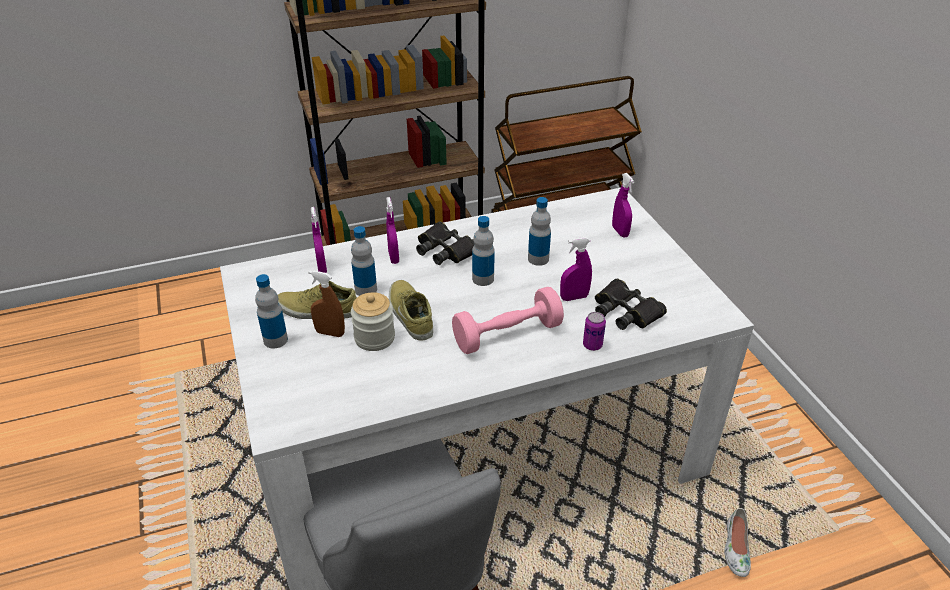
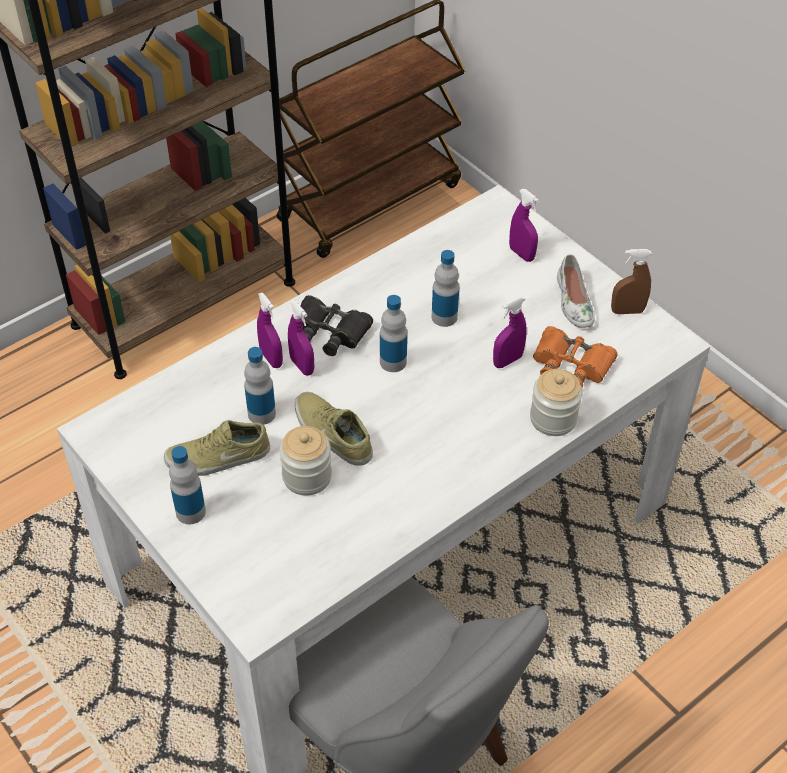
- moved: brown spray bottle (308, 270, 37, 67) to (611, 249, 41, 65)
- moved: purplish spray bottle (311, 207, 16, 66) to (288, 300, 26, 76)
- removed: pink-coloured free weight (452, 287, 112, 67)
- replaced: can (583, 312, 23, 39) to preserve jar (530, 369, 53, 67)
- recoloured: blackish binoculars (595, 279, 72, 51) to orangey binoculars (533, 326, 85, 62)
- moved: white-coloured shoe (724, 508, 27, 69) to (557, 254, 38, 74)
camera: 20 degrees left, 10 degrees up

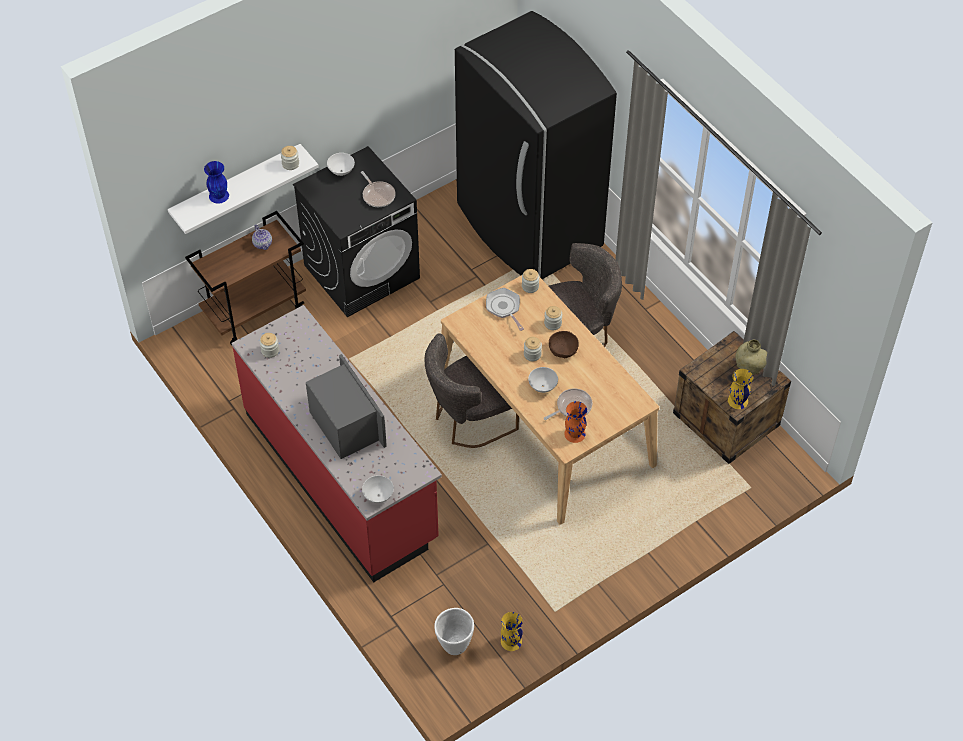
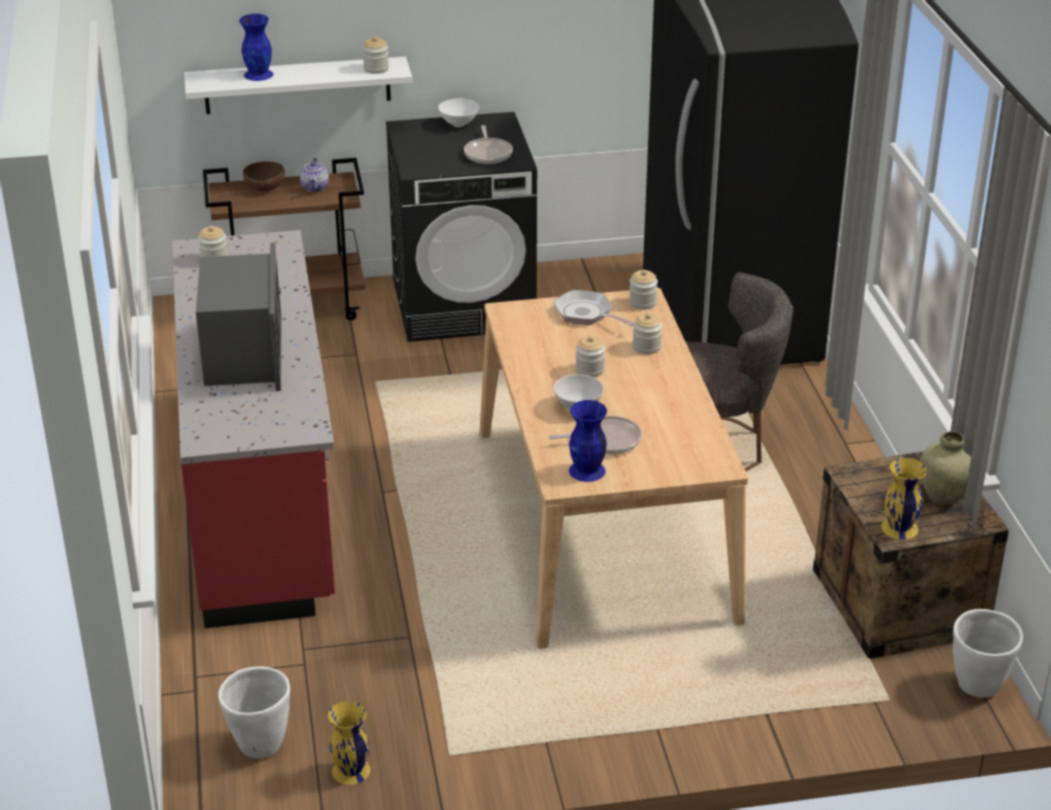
- removed: white-coloured deep dish (362, 475, 32, 28)
- removed: grey plain chair (424, 333, 95, 115)
- turned: frying pan (486, 288, 38, 43) = (553, 290, 81, 36) 45 degrees counterclockwise
- moved: brown deep dish (549, 331, 30, 27) to (243, 161, 42, 30)
- recoloured: orangey flower vase (564, 401, 23, 42) to bluish flower vase (569, 400, 38, 82)
- added: white-coloured plant pot (953, 609, 70, 89)
camera: 25 degrees right, 20 degrees down

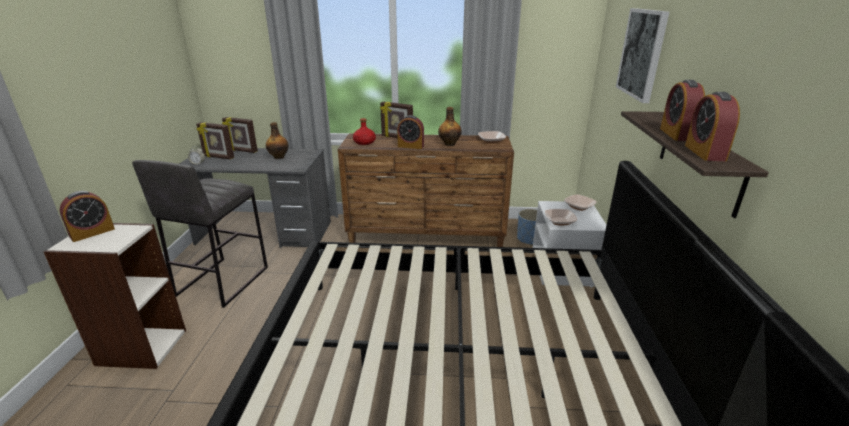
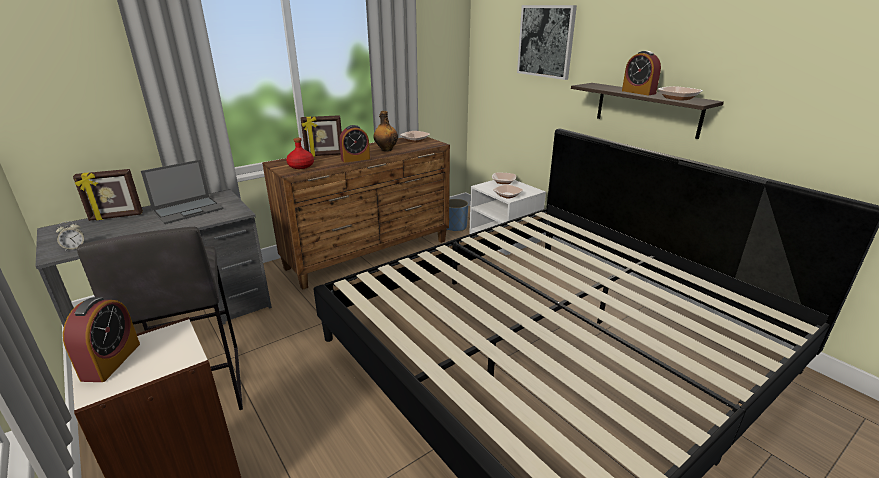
- removed: standing frame (196, 122, 38, 37)
- replaced: beverage bottle (266, 122, 23, 37) to notebook computer (141, 160, 83, 64)
- replaced: alarm clock (685, 92, 55, 69) to deep dish (658, 86, 45, 15)
camera: 40 degrees left, 0 degrees up

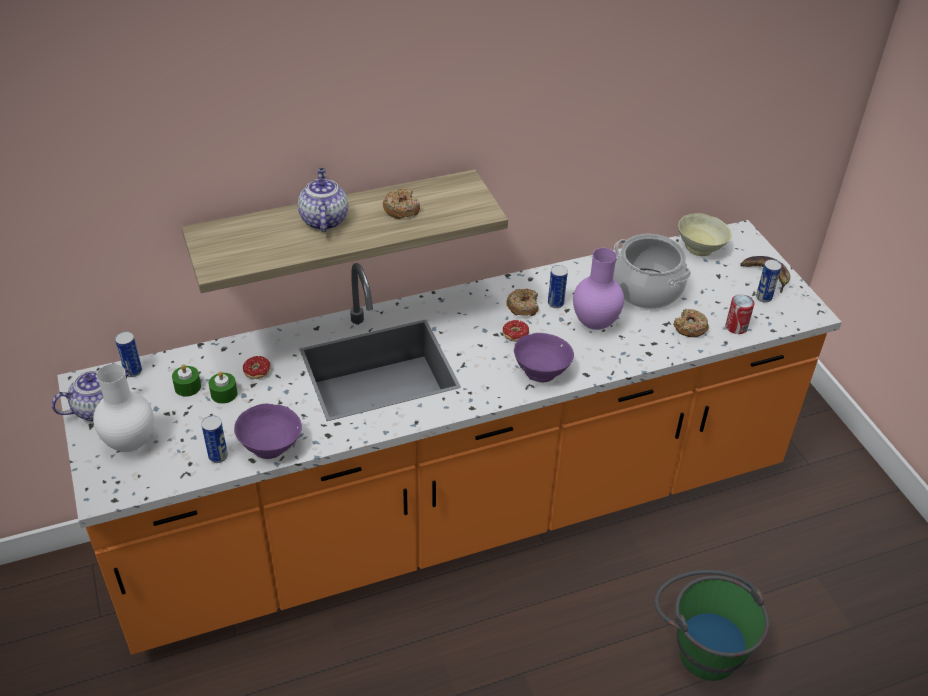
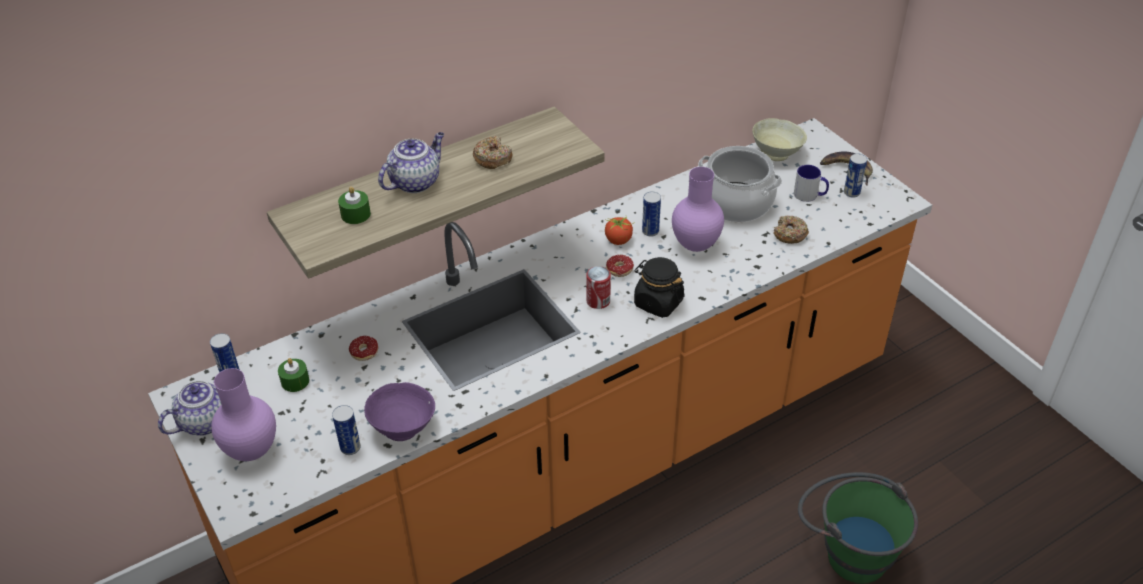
- recoloured: white-coloured flower vase (93, 364, 61, 88) to purplish flower vase (211, 368, 65, 93)
- moved: green-coloured wax candle (209, 371, 28, 33) to (338, 187, 33, 37)
- turned: tea pot (298, 168, 50, 64) = (378, 132, 66, 61) 60 degrees clockwise
- replaced: ring doughnut (506, 289, 33, 27) to tomato (605, 216, 28, 29)
- replaced: purplish deep dish (514, 333, 60, 49) to blackish preserve jar (634, 257, 51, 61)
- moved: can (725, 294, 29, 40) to (586, 266, 25, 43)
- added: mug (794, 165, 35, 37)
camera: 10 degrees left, 0 degrees up

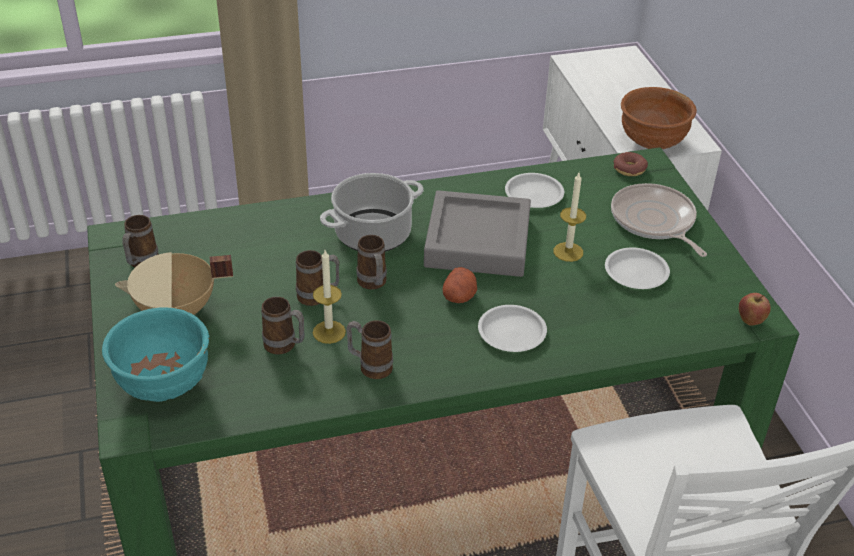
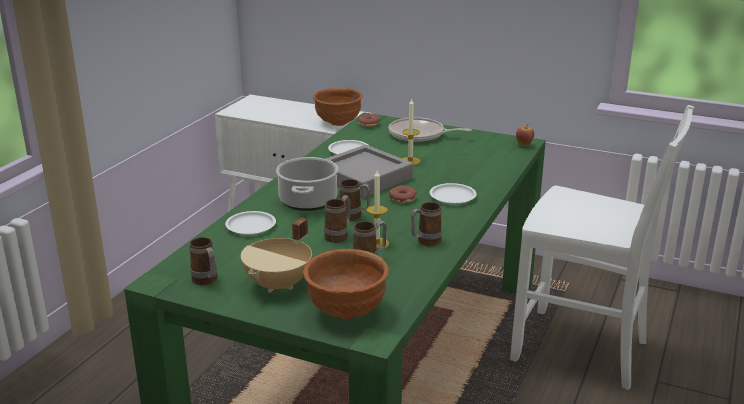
- recoloured: turquoise-coloured deep dish (102, 307, 107, 95) to brown deep dish (303, 249, 86, 70)
- replaced: potato (443, 267, 34, 36) to ring doughnut (389, 185, 28, 19)
- moved: white-coloured plate (605, 248, 65, 41) to (225, 211, 51, 24)
camera: 50 degrees left, 15 degrees down

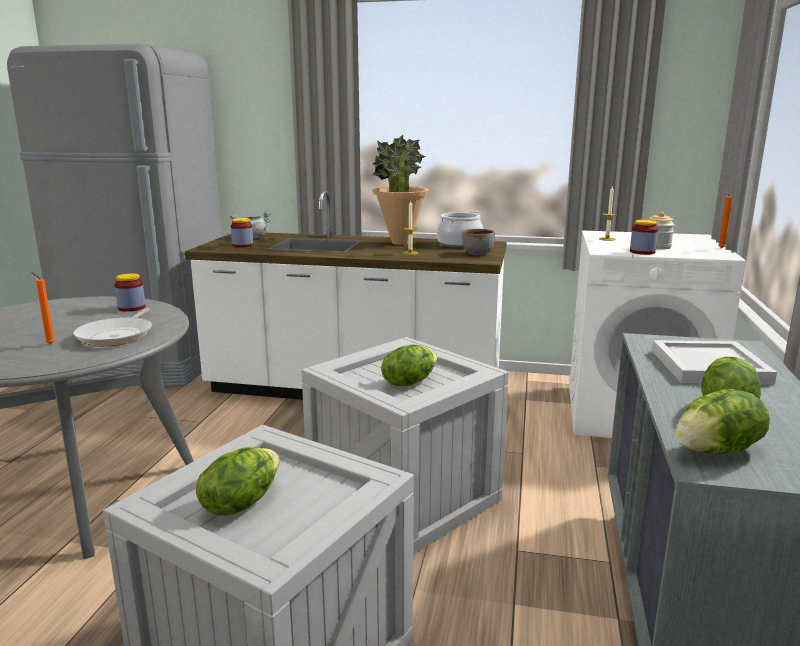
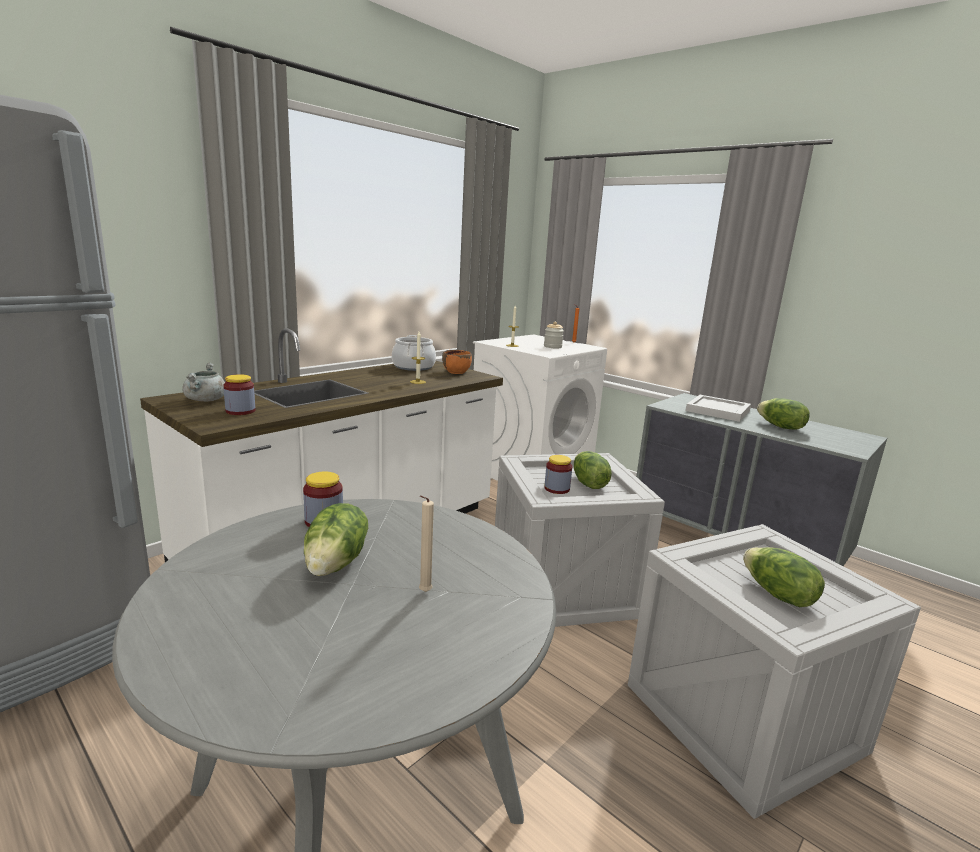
- recoloured: orangey wax candle (31, 272, 24, 72) to beige wax candle (419, 496, 15, 96)
- removed: frying pan (73, 308, 79, 38)
- removed: houseplant (372, 135, 57, 110)
- recoloured: grey deep dish (462, 229, 33, 26) to orangey deep dish (442, 350, 30, 24)
- moved: preserve jar (630, 220, 28, 35) to (544, 455, 28, 39)
- moved: head of lettuce (675, 389, 95, 65) to (304, 503, 64, 73)
camera: 60 degrees left, 0 degrees up

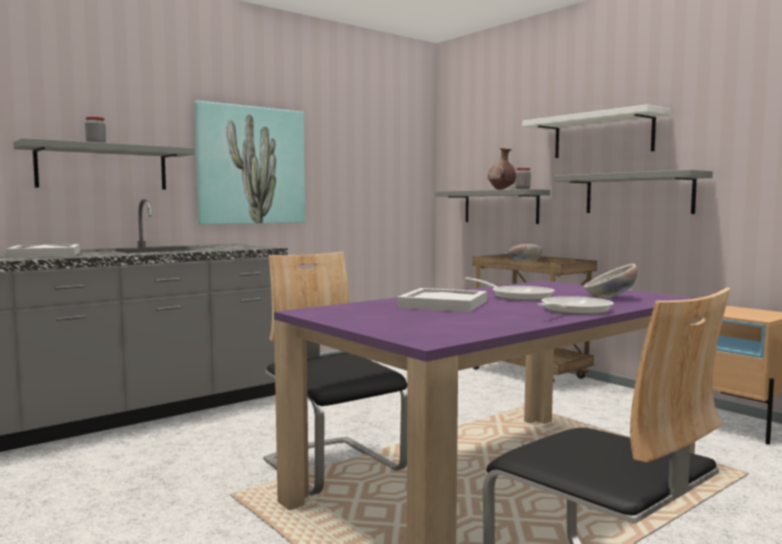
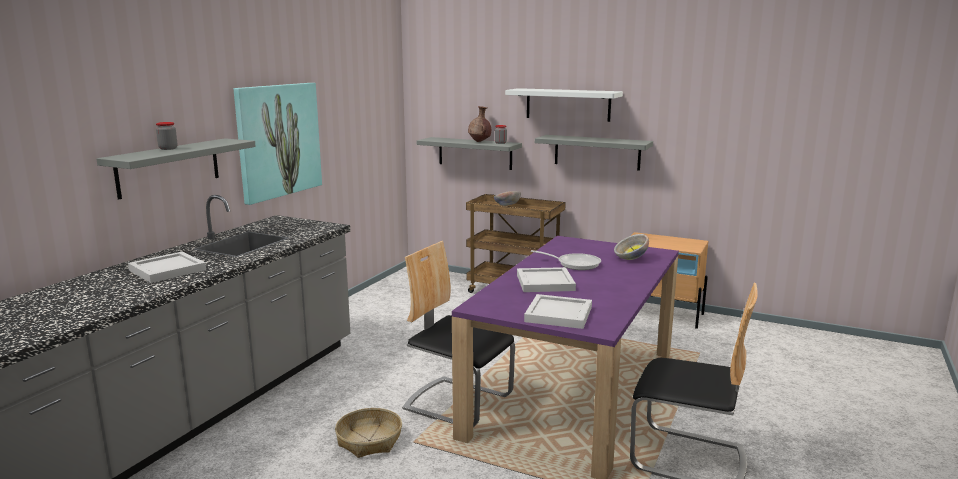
- removed: frying pan (537, 296, 77, 19)
- added: basket (335, 408, 67, 50)
- added: white-coloured carrying tray (524, 294, 68, 35)
camera: 25 degrees left, 10 degrees up

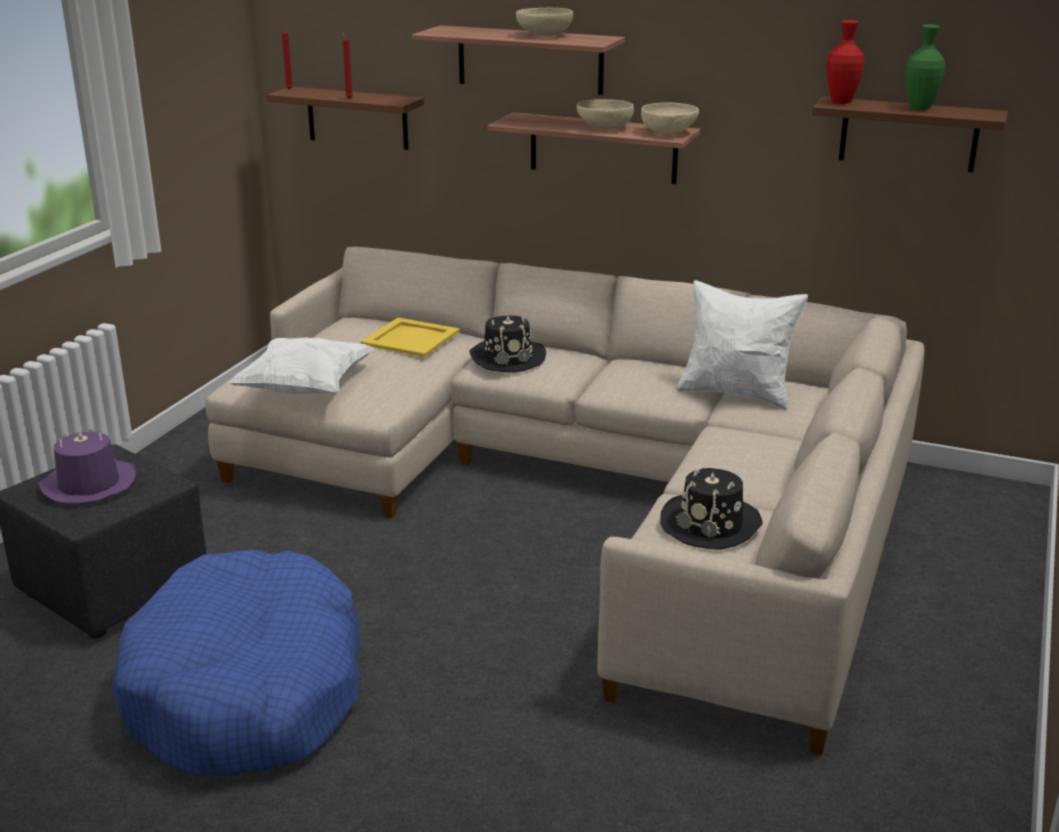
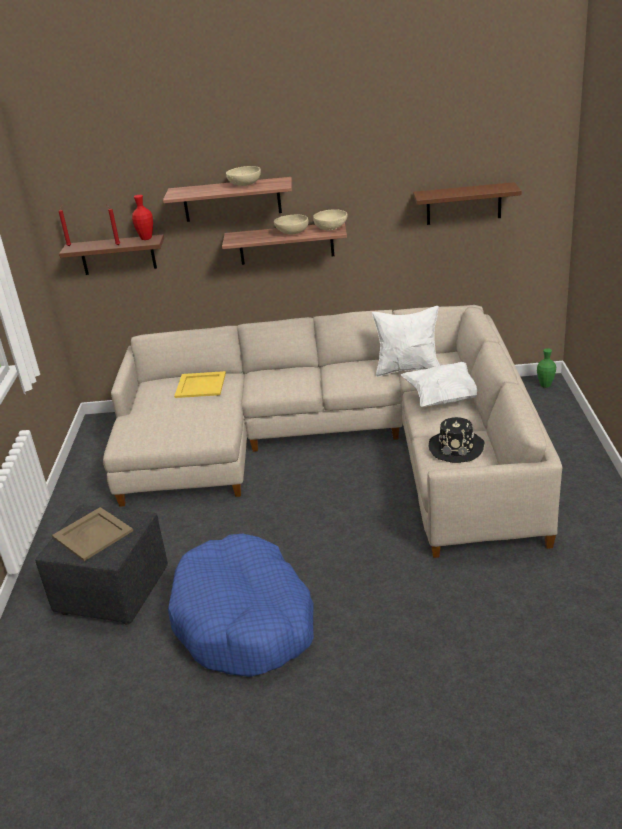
- replaced: purplish wearable hat (38, 429, 98, 75) to beige carrying tray (52, 507, 81, 54)
- moved: white-coloured pillow (228, 337, 146, 57) to (401, 362, 76, 45)
- removed: blackish wearable hat (469, 316, 77, 56)
- moved: red flower vase (827, 20, 38, 84) to (132, 195, 21, 45)
- moved: green-coloured flower vase (905, 24, 40, 86) to (537, 348, 19, 40)
camera: 20 degrees left, 5 degrees up

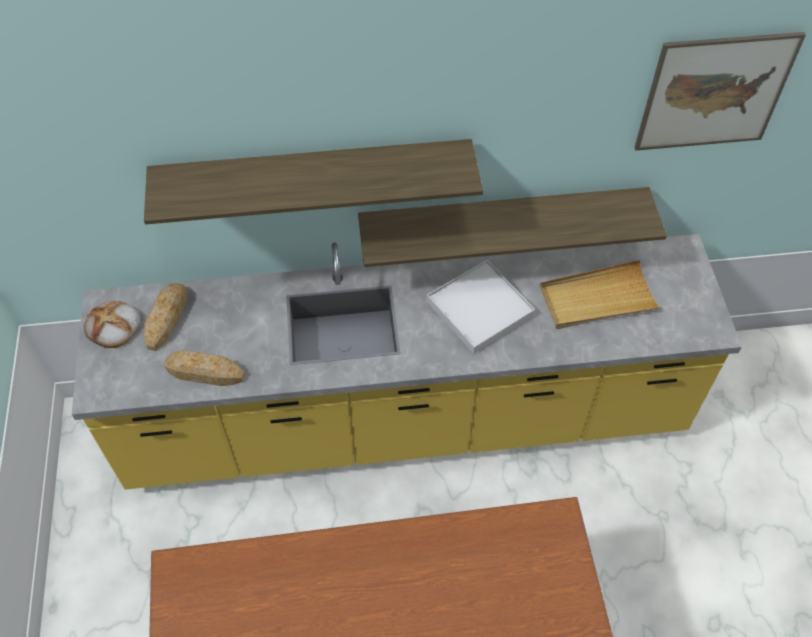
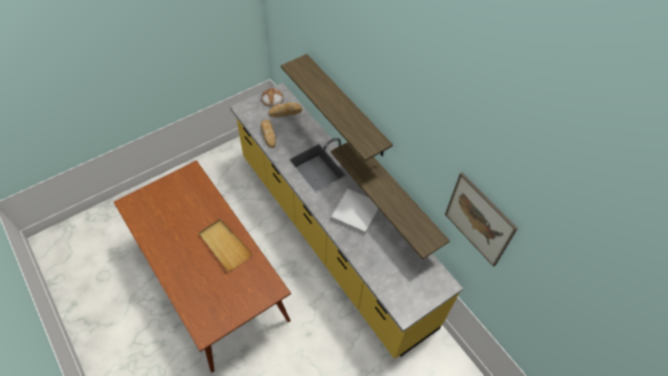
- moved: beige carrying tray (540, 260, 122, 69) to (199, 219, 54, 52)
camera: 60 degrees right, 0 degrees up

